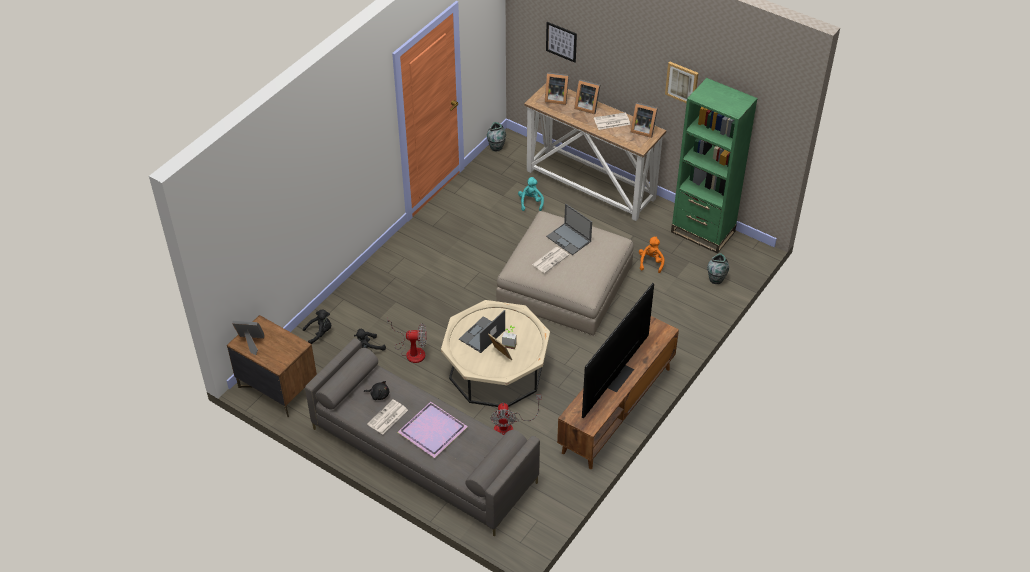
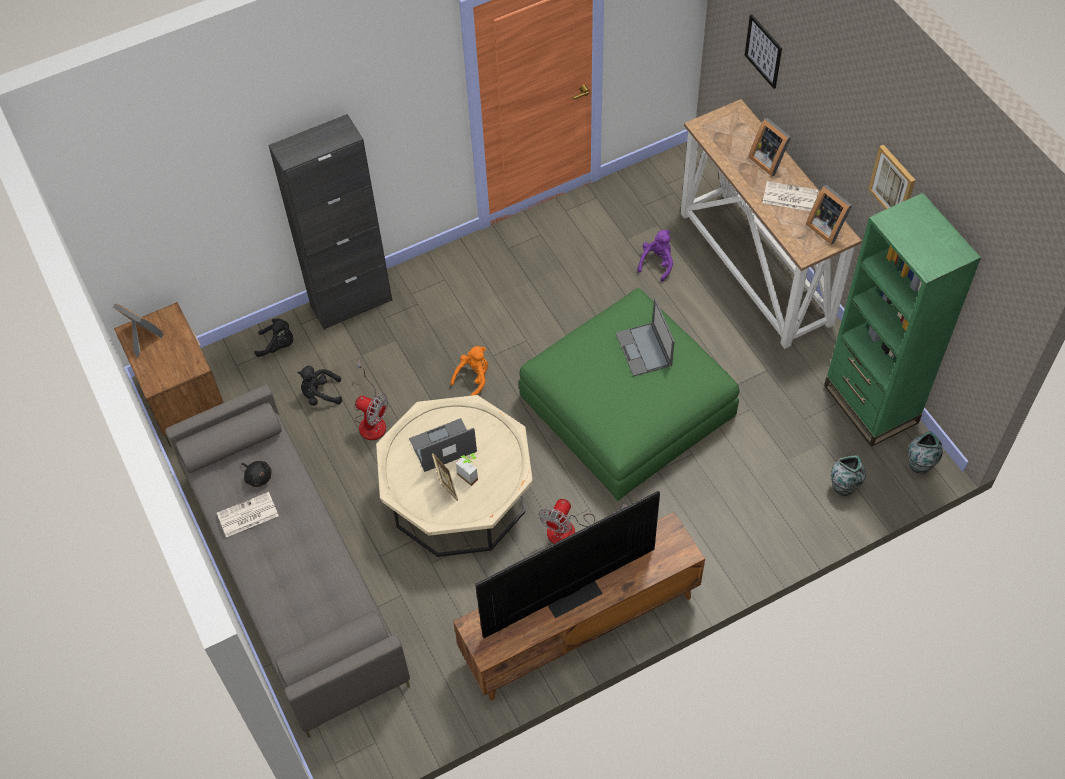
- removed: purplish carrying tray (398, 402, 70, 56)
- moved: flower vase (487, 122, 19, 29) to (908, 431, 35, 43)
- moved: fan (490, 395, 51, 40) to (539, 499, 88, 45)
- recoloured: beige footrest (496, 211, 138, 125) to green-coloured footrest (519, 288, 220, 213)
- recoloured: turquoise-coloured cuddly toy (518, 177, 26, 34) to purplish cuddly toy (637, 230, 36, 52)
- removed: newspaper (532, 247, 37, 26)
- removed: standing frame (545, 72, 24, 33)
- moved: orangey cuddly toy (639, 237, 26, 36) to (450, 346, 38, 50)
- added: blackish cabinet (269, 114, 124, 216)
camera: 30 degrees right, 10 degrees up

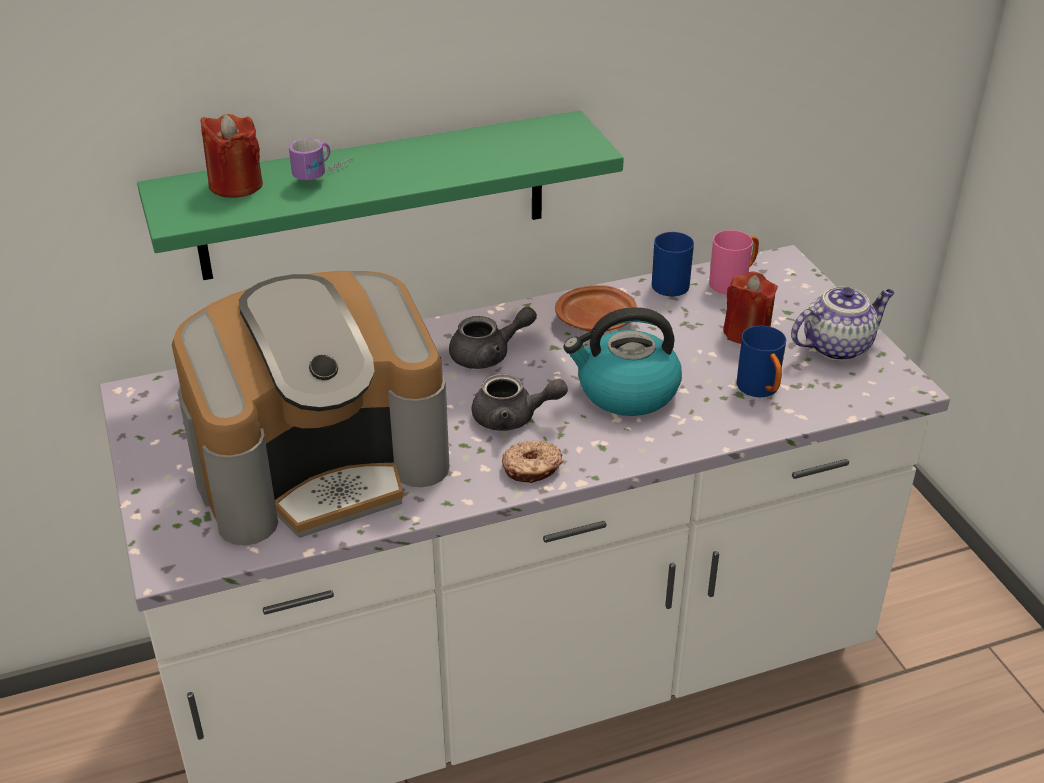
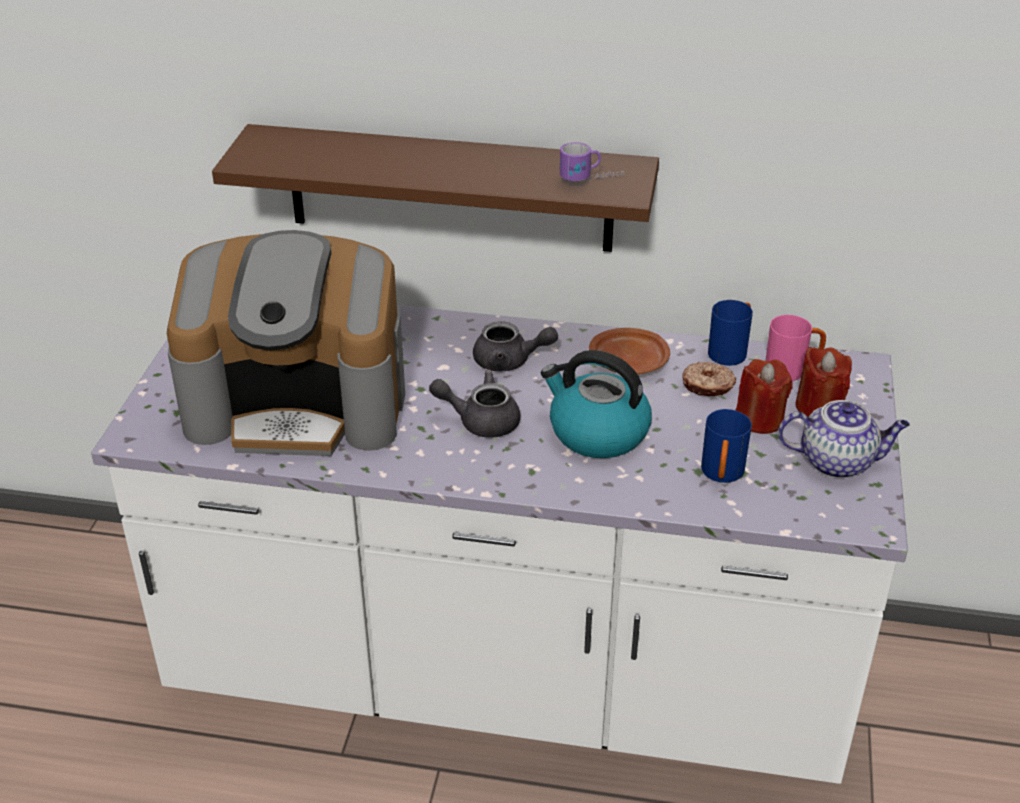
- recoloured: green-coloured bracket shelf (137, 111, 487, 169) to brown bracket shelf (212, 124, 447, 128)
- moved: red wax candle (200, 114, 63, 84) to (795, 347, 57, 70)
- moved: mug (289, 138, 64, 42) to (560, 142, 64, 40)
- turned: grey tea pot (471, 374, 97, 57) = (429, 370, 92, 68) 150 degrees clockwise
- moved: ring doughnut (502, 440, 61, 43) to (682, 361, 54, 35)
camera: 30 degrees right, 0 degrees up

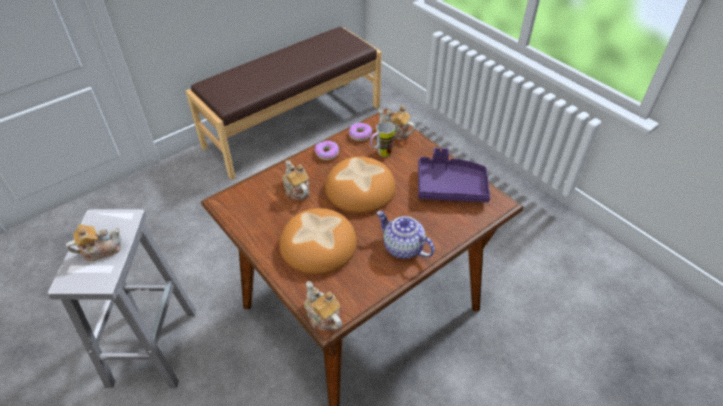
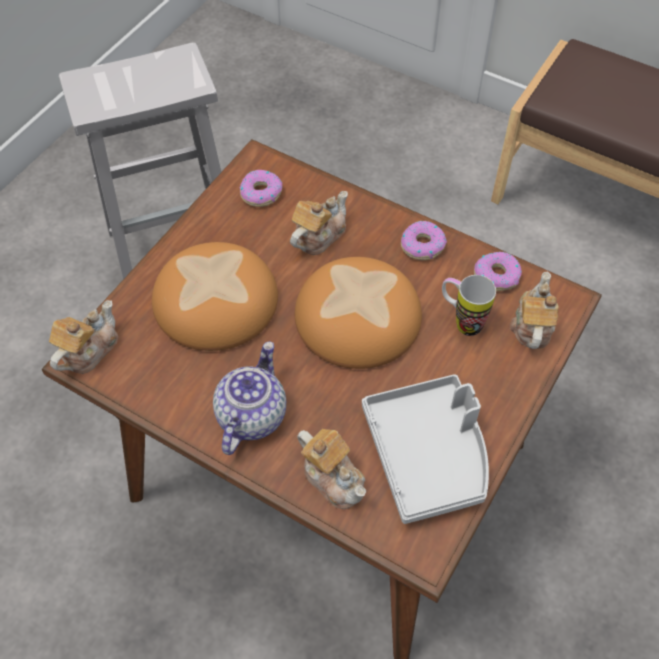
- moved: tea pot (66, 224, 55, 37) to (297, 429, 69, 80)
- recoloured: purplish carrying tray (418, 148, 72, 54) to grey carrying tray (362, 374, 127, 150)
- added: ring doughnut (240, 170, 43, 37)
camera: 70 degrees right, 10 degrees up

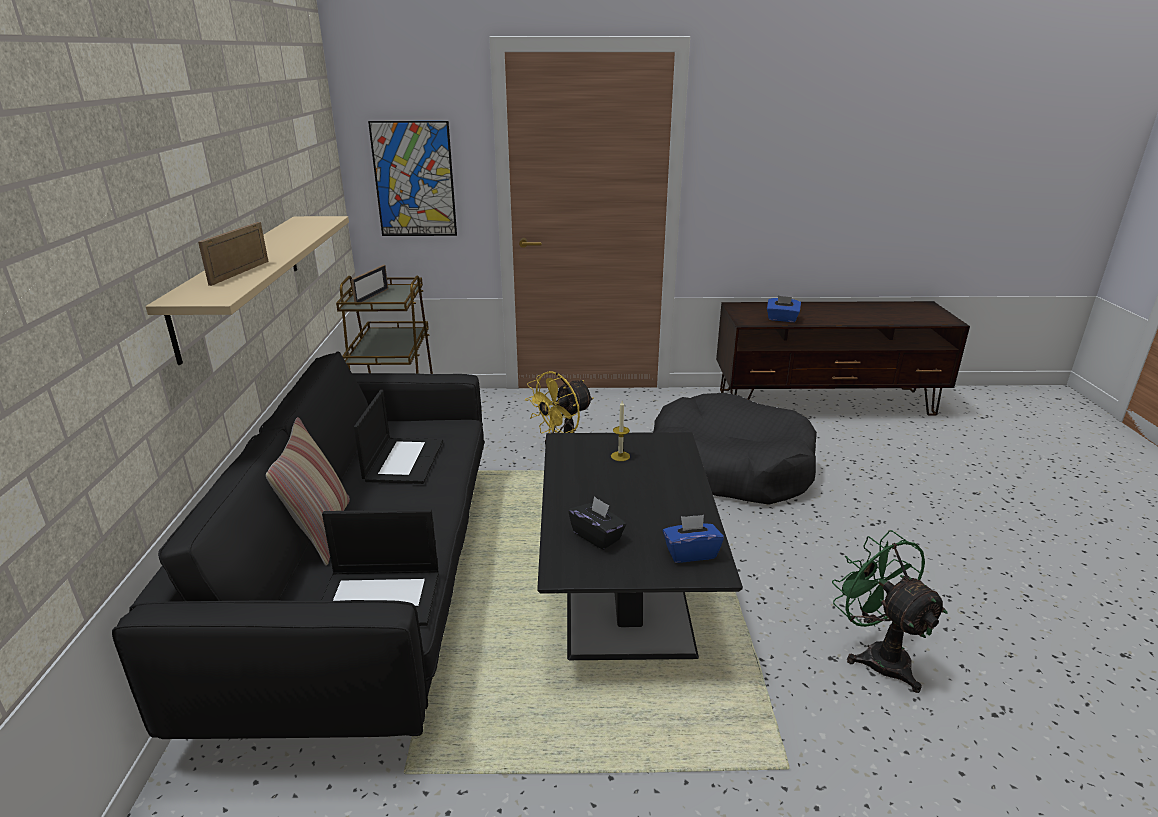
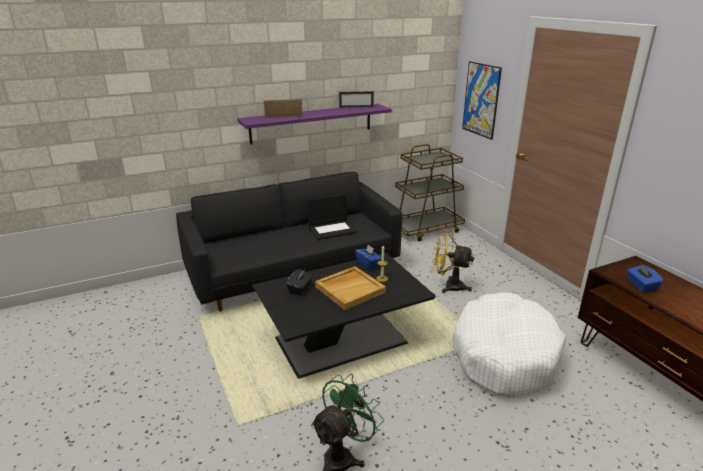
- recoloured: beige bracket shelf (146, 216, 203, 149) to purplish bracket shelf (237, 104, 155, 41)
- removed: pillow (266, 417, 84, 149)
- removed: notebook computer (321, 509, 118, 117)
- moved: standing frame (351, 265, 37, 40) to (339, 91, 35, 17)
- recoloured: blackish dog cushion (653, 393, 164, 112) to white-coloured dog cushion (452, 292, 114, 105)
- moved: bluish tissue box (663, 515, 61, 48) to (355, 245, 26, 25)
- added: beige carrying tray (315, 266, 71, 44)
camera: 65 degrees right, 0 degrees up

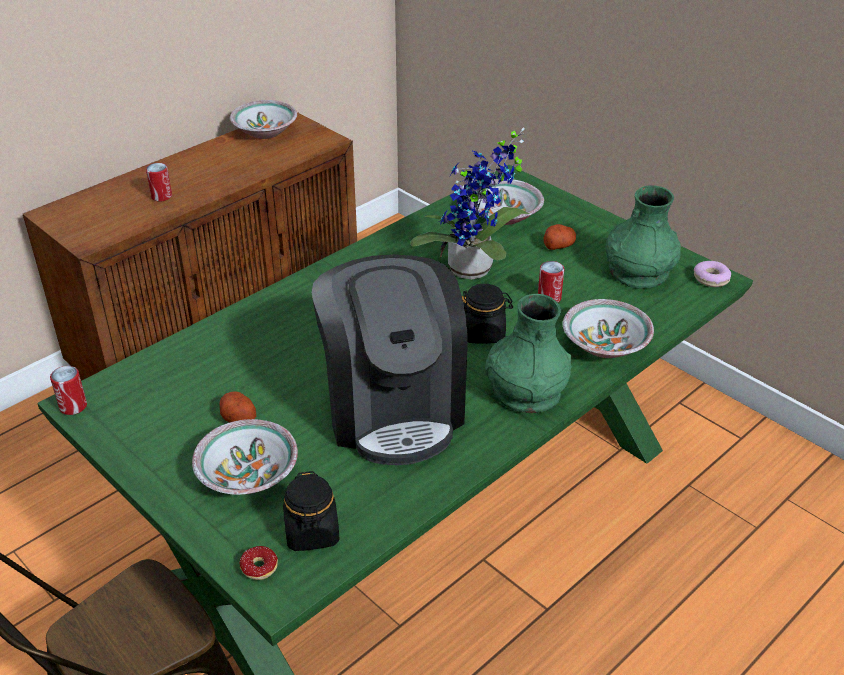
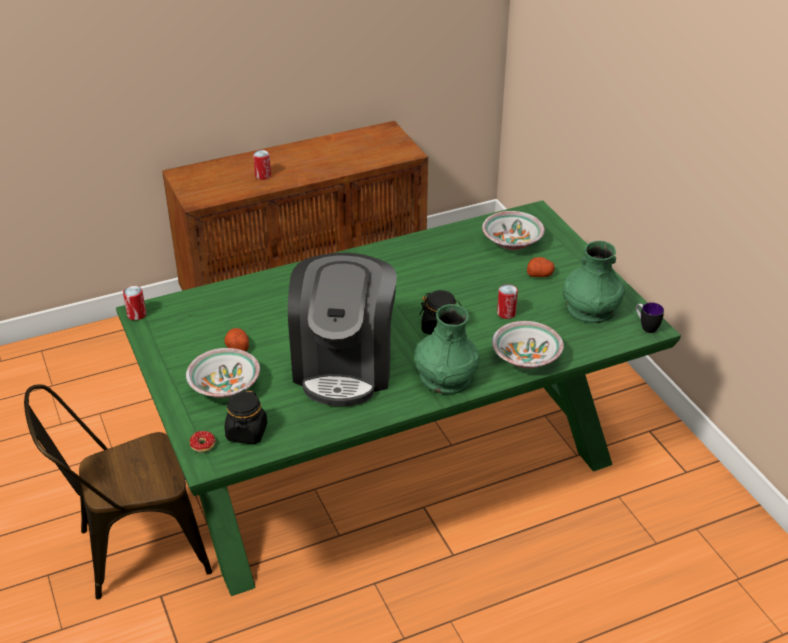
- removed: deep dish (230, 100, 67, 39)
- removed: houseplant (410, 128, 119, 152)
- replaced: ring doughnut (694, 261, 37, 26) to mug (636, 302, 28, 31)
camera: 20 degrees right, 0 degrees up

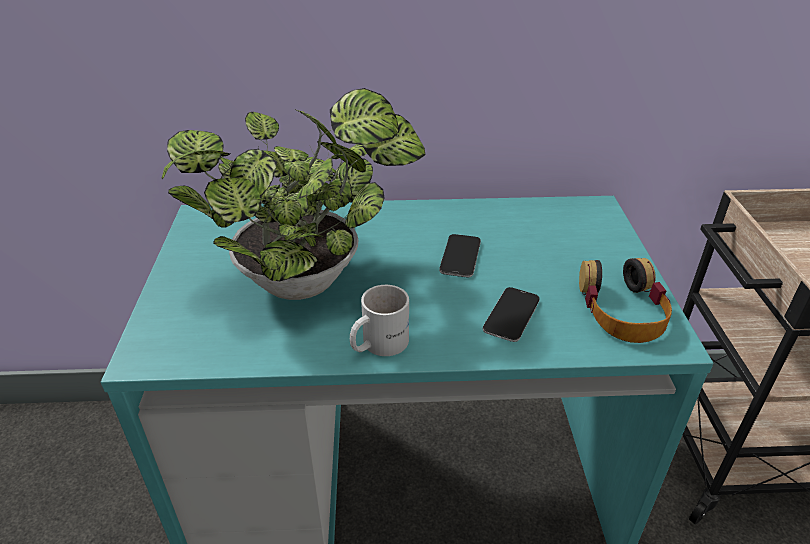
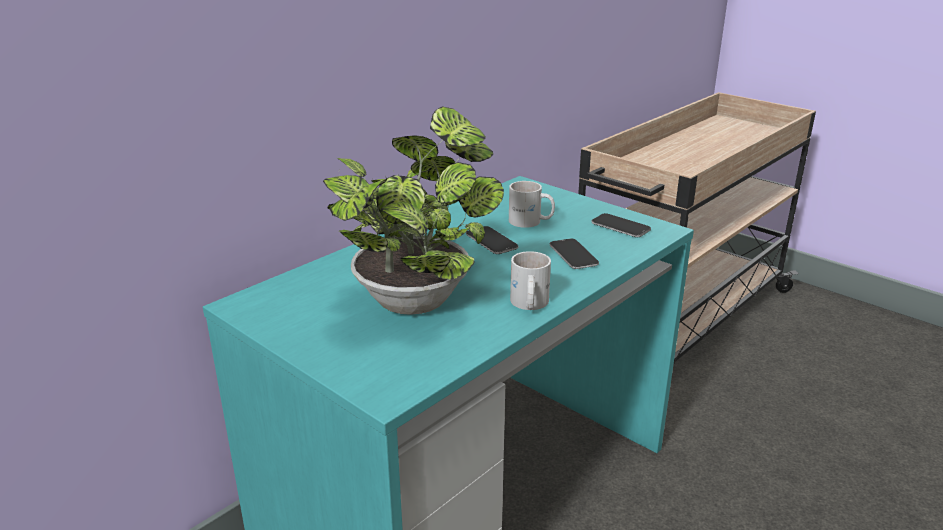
- replaced: headphones (579, 258, 93, 85) to handset (592, 213, 59, 24)
- added: white-coloured mug (509, 181, 46, 47)
camera: 45 degrees left, 10 degrees down

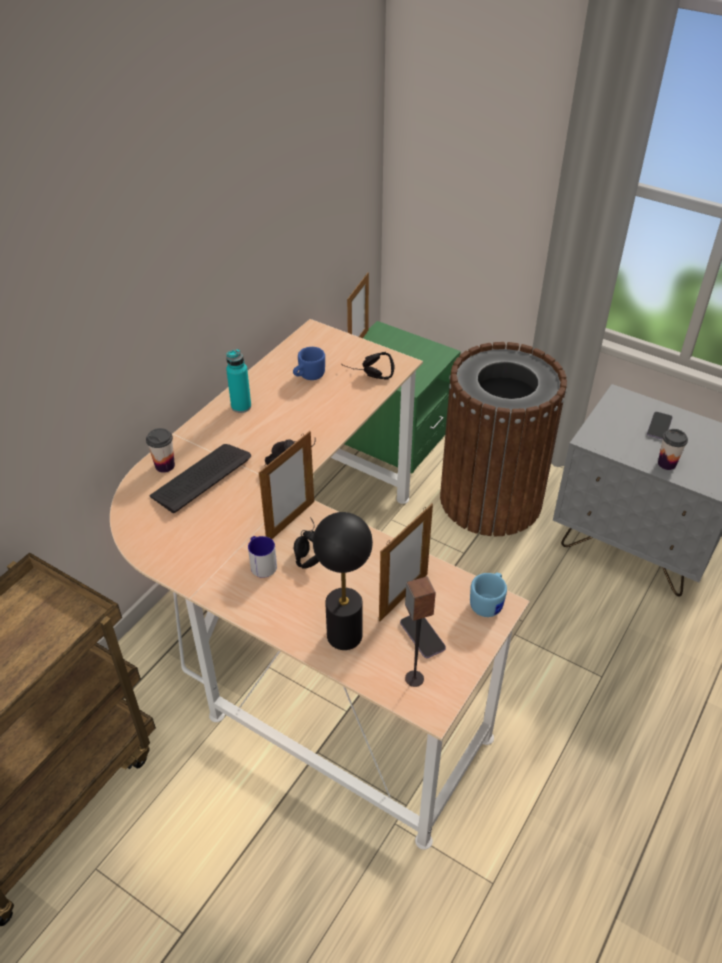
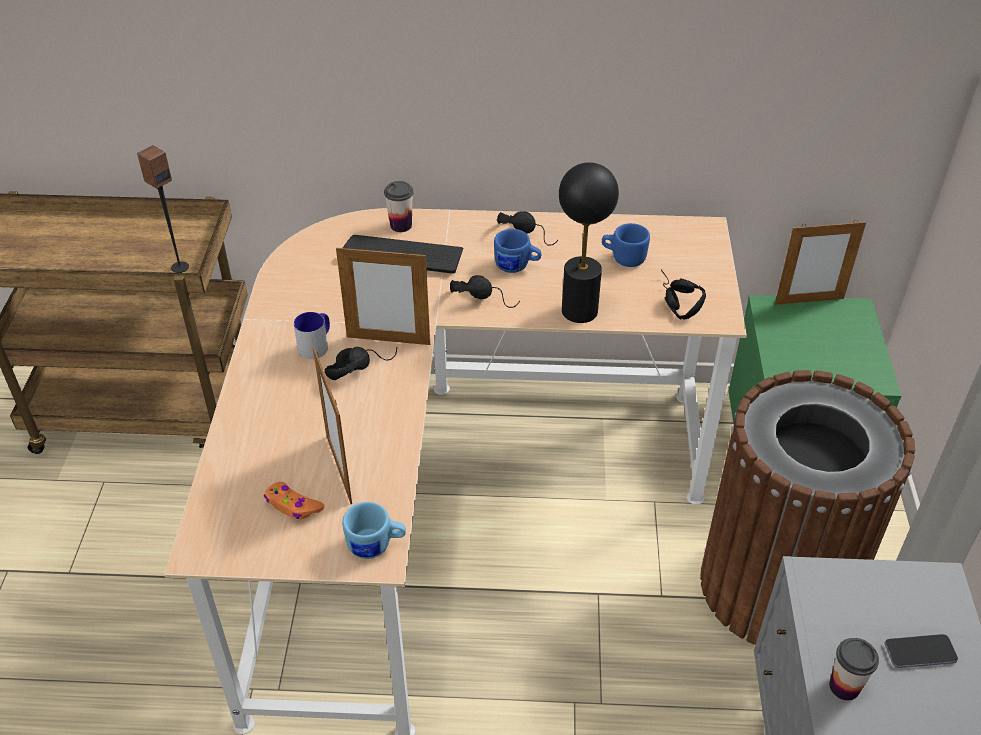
- replaced: turquoise-coloured beverage bottle (226, 349, 25, 64) to blackish headphones (497, 211, 61, 35)
- moved: blackish tabletop lamp (313, 512, 60, 138) to (559, 162, 60, 161)
- turned: standing frame (379, 504, 54, 118) = (313, 346, 39, 158) 60 degrees clockwise
- replaced: handset (400, 615, 46, 43) to orangey game controller (264, 482, 60, 37)
- moved: audio speaker (405, 576, 31, 111) to (137, 145, 52, 128)
- added: bluish mug (494, 229, 47, 44)
camera: 60 degrees right, 0 degrees up

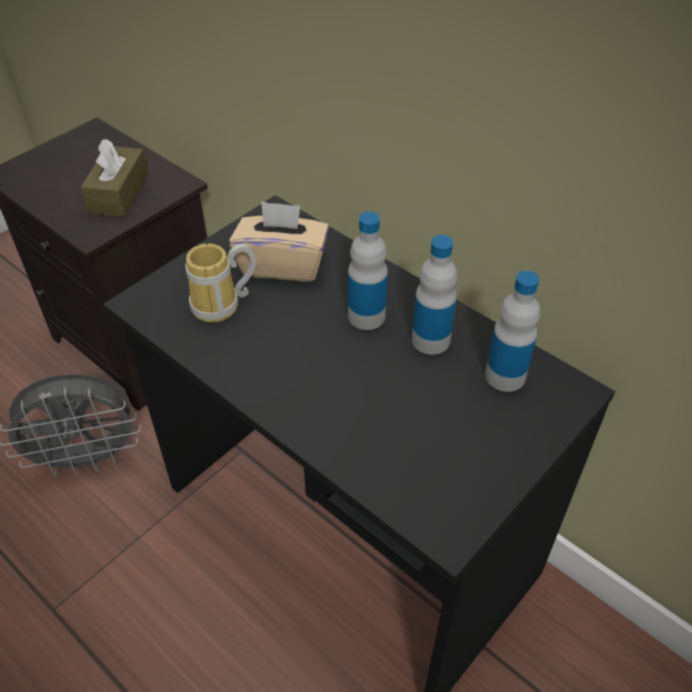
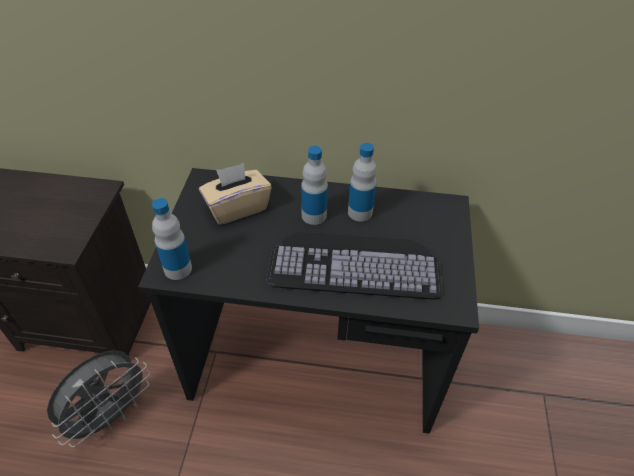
- removed: brown tissue box (80, 139, 68, 78)
- removed: mug (185, 243, 71, 79)
- moved: beverage bottle (485, 271, 55, 121) to (152, 198, 40, 82)
- added: PC keyboard (267, 232, 176, 68)
camera: 35 degrees left, 0 degrees up

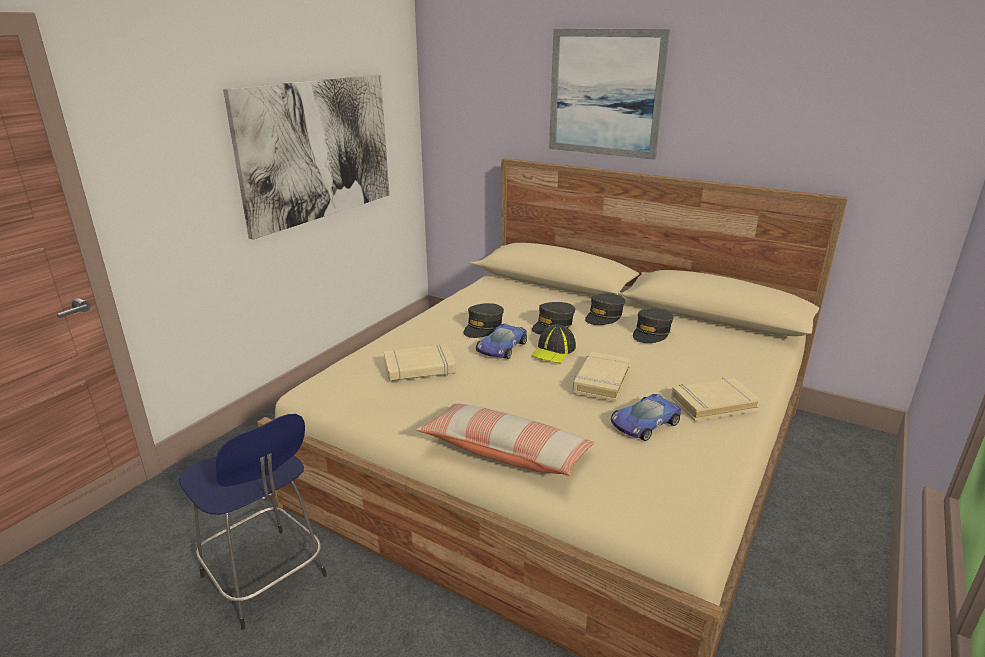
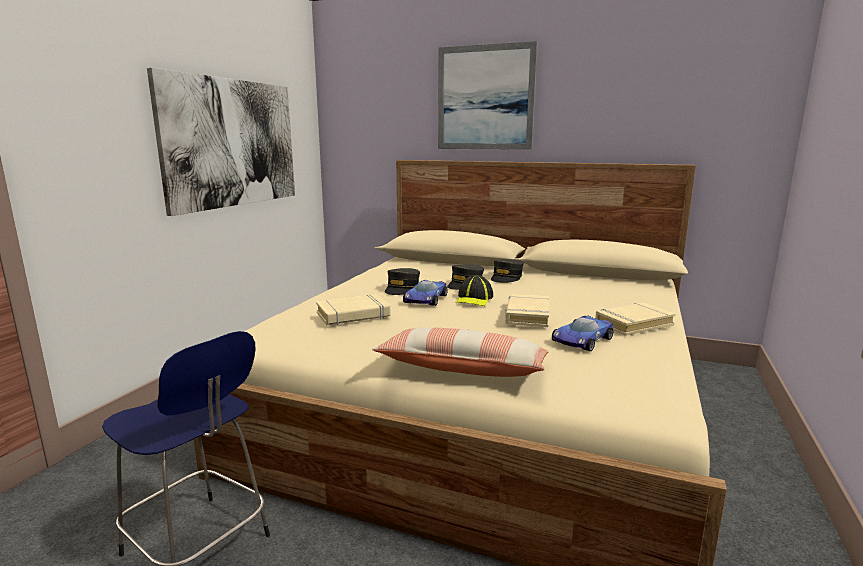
- removed: grey baseball cap (633, 309, 41, 34)
camera: 10 degrees left, 10 degrees down

